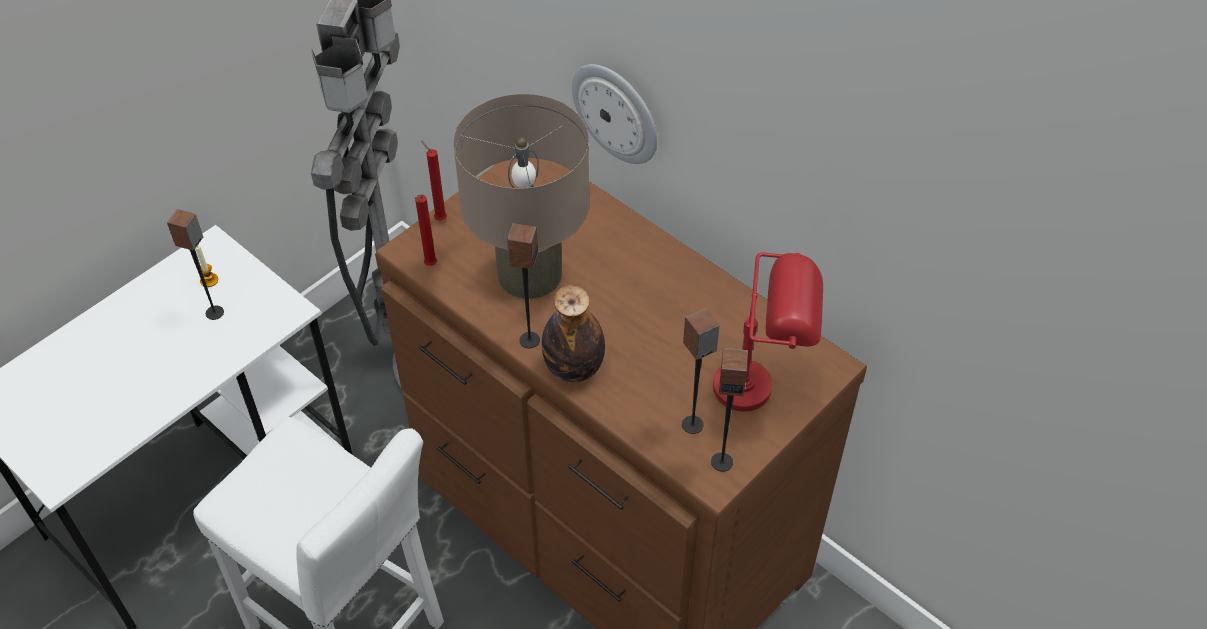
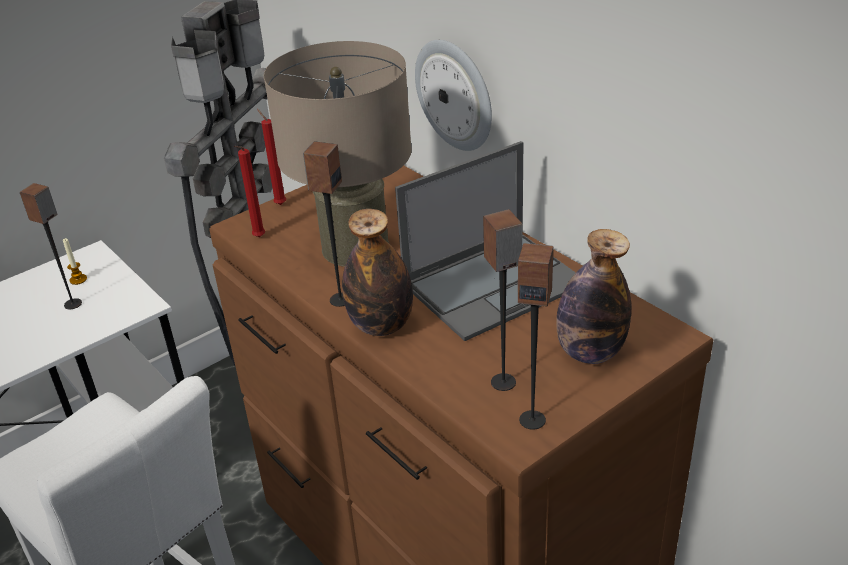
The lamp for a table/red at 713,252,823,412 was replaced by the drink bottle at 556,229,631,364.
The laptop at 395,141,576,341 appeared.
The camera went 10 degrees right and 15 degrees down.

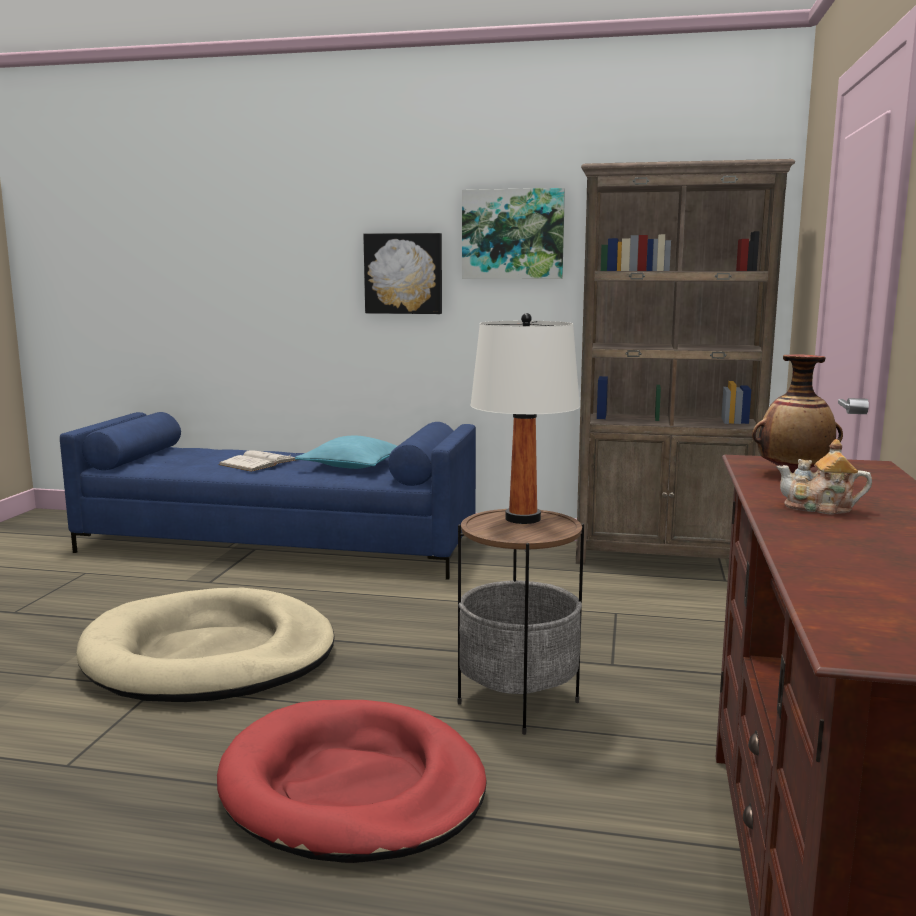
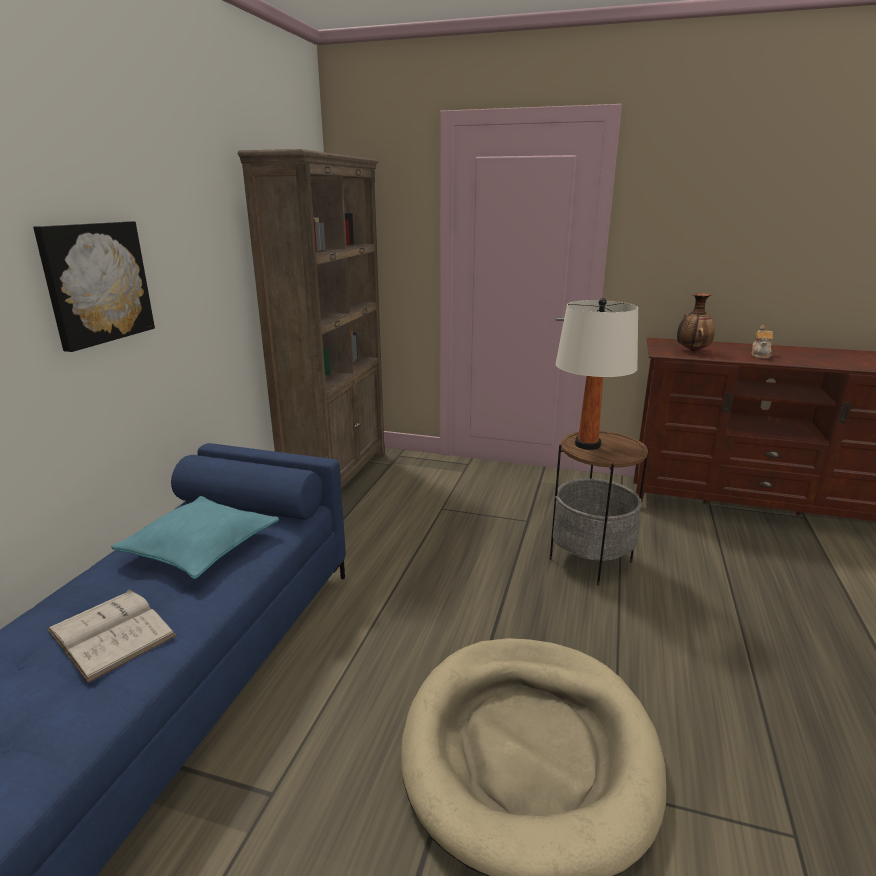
The picture at 462,188,565,279 disappeared.
The dog bed/red at 217,700,486,863 disappeared.
The camera went 85 degrees left and 10 degrees up.

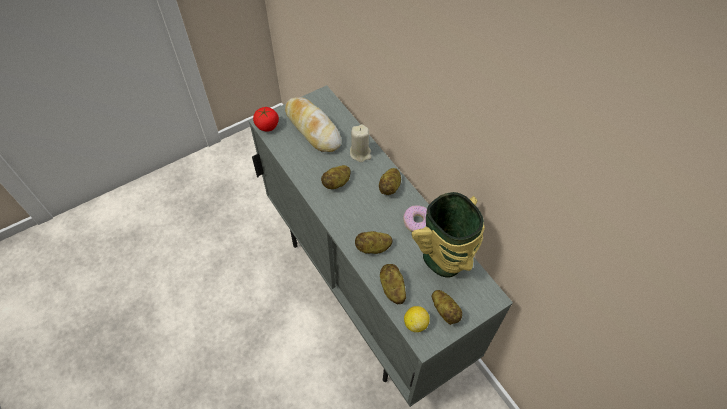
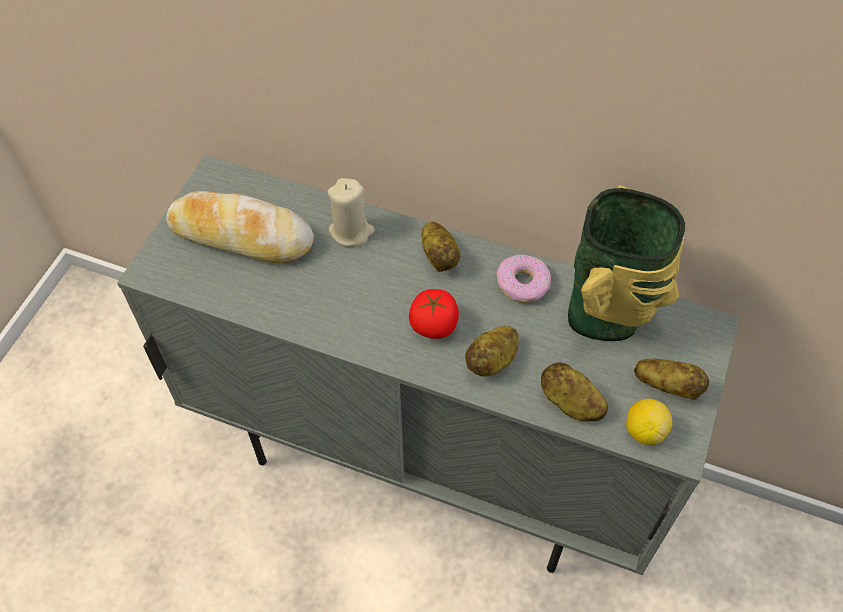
The whole tomato moved from 253,107,279,132 to 409,289,459,339.
The potato at 321,165,351,189 disappeared.
The camera went 35 degrees left and 0 degrees up.

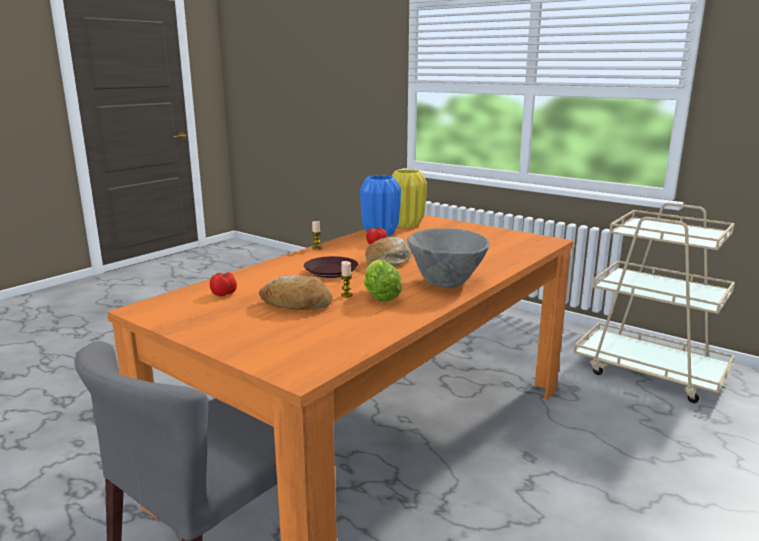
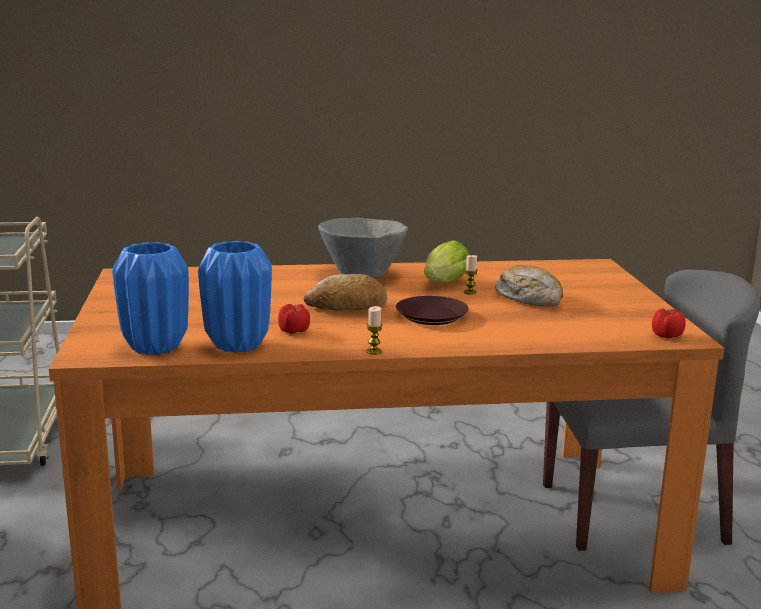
The flower vase/yellowish at 392,169,427,228 became the flower vase/blue at 112,242,189,355.
The whole tomato moved from 210,272,237,296 to 652,309,686,338.
The camera went 135 degrees left and 0 degrees up.

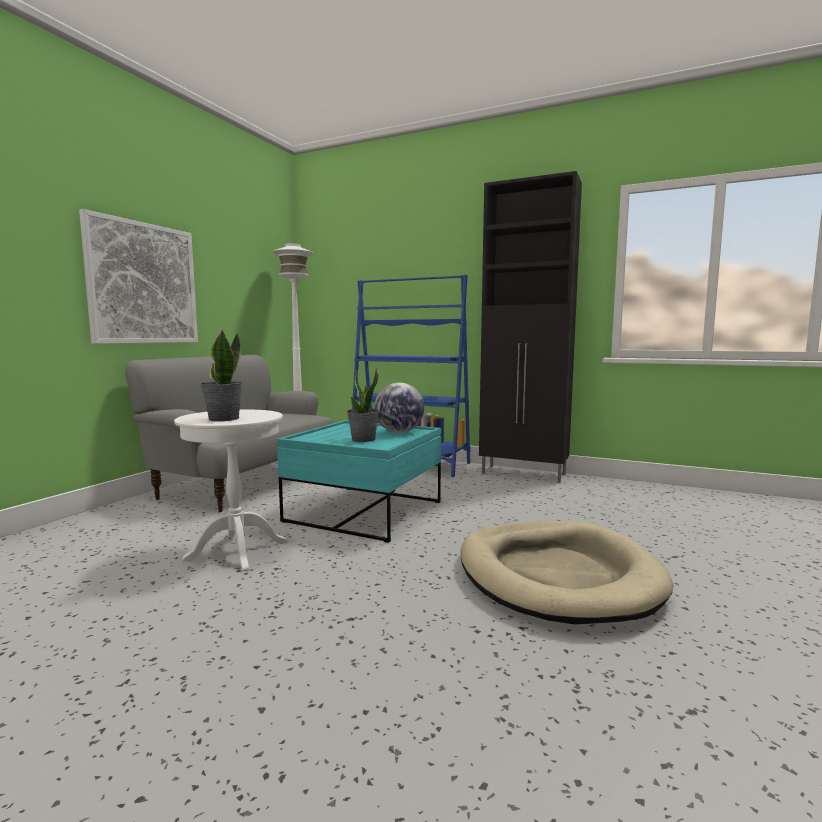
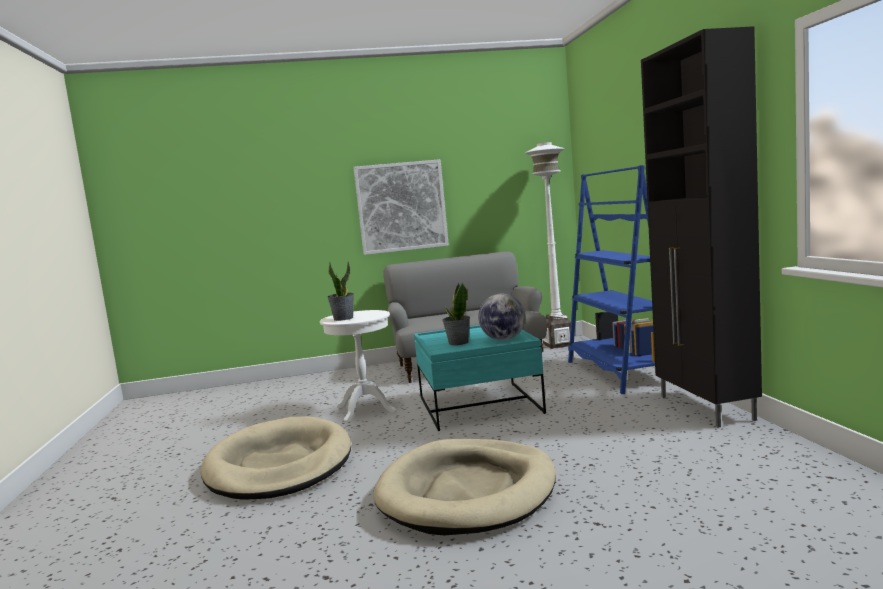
The dog bed/sand-coloured at 200,416,351,500 appeared.
The camera went 55 degrees right and 0 degrees up.

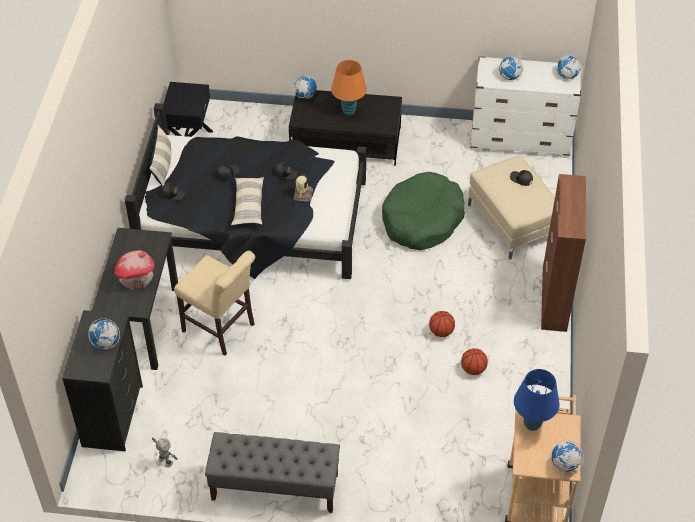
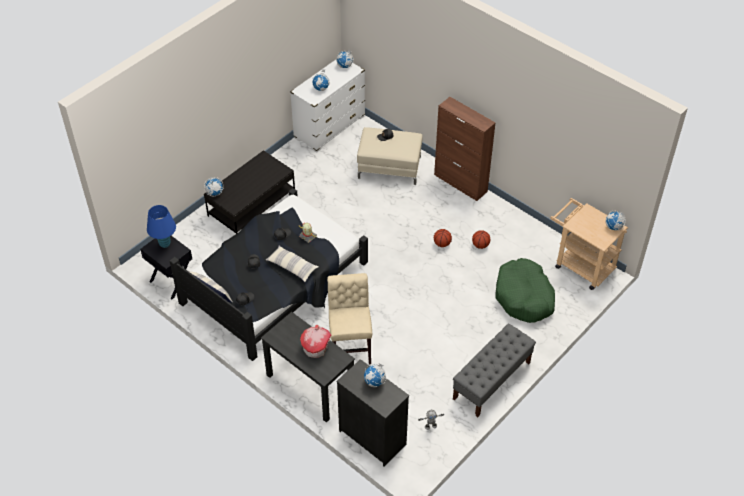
The lamp for a table/orange at 331,60,367,116 disappeared.
The dog bed/green moved from 382,172,465,250 to 495,258,555,323.
The upright chair/sand-coloured at 174,251,255,356 turned 75 degrees counterclockwise.
The lamp for a table/blue moved from 514,369,559,431 to 147,205,176,248.
The camera went 55 degrees left and 0 degrees up.

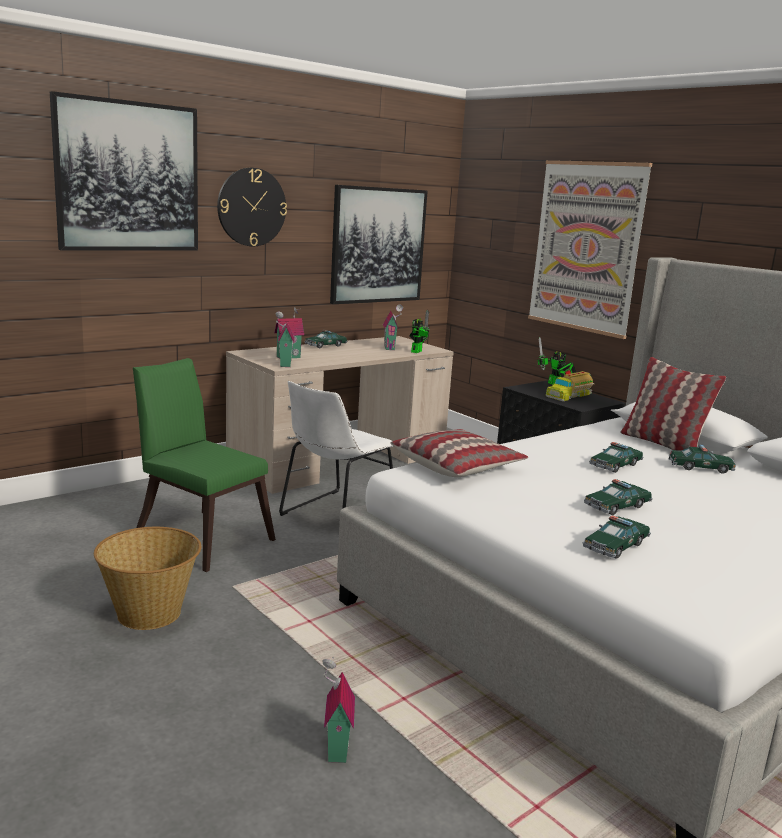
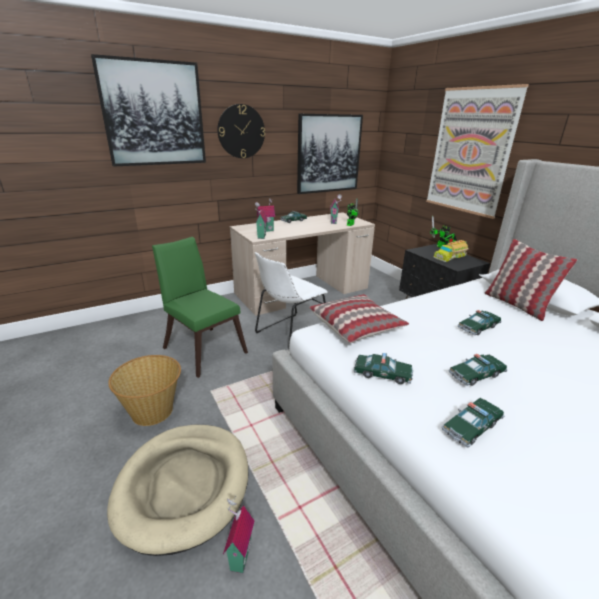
The toy car moved from 669,445,736,474 to 353,353,413,384.
The dog bed/sand-coloured at 107,425,249,556 appeared.
The camera went 10 degrees right and 10 degrees up.

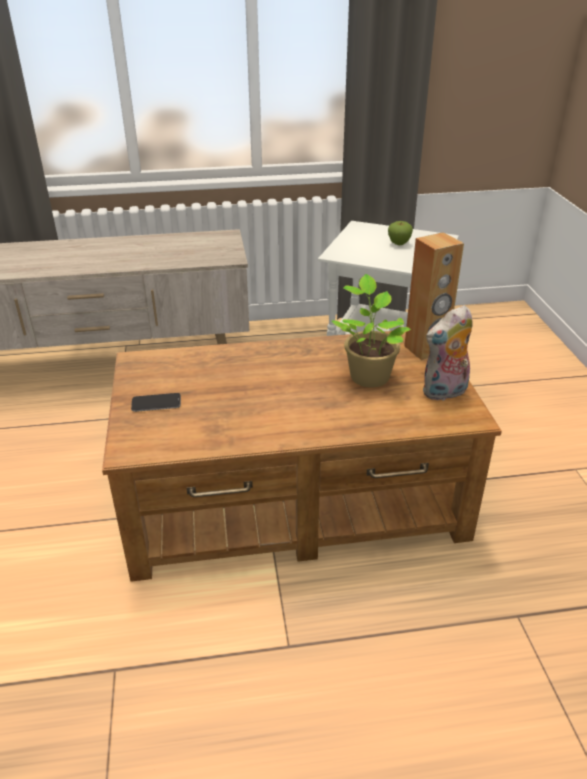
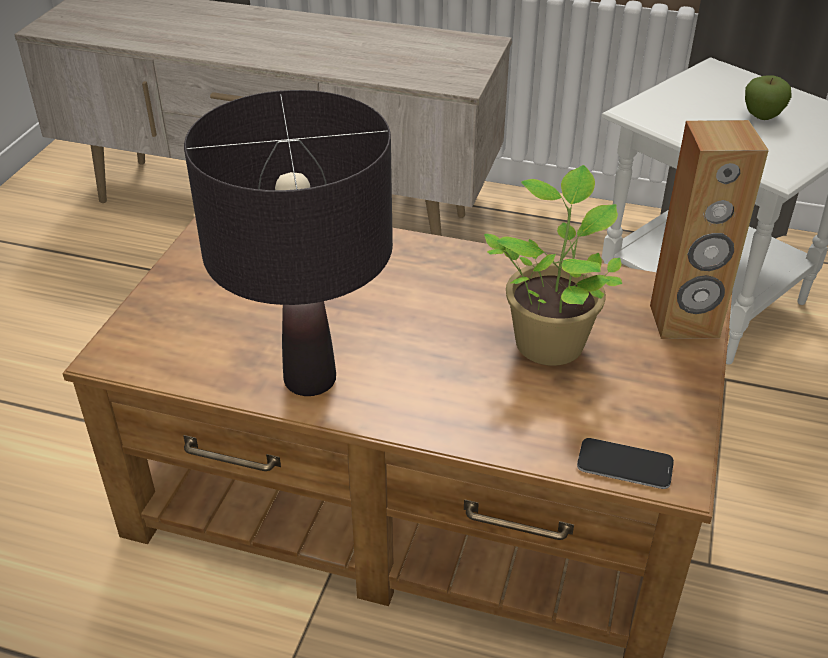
The cuddly toy at 423,305,473,401 disappeared.
The handset moved from 131,393,181,412 to 577,438,674,489.
The lamp for a table/black at 184,90,393,396 appeared.
The camera went 25 degrees right and 5 degrees up.

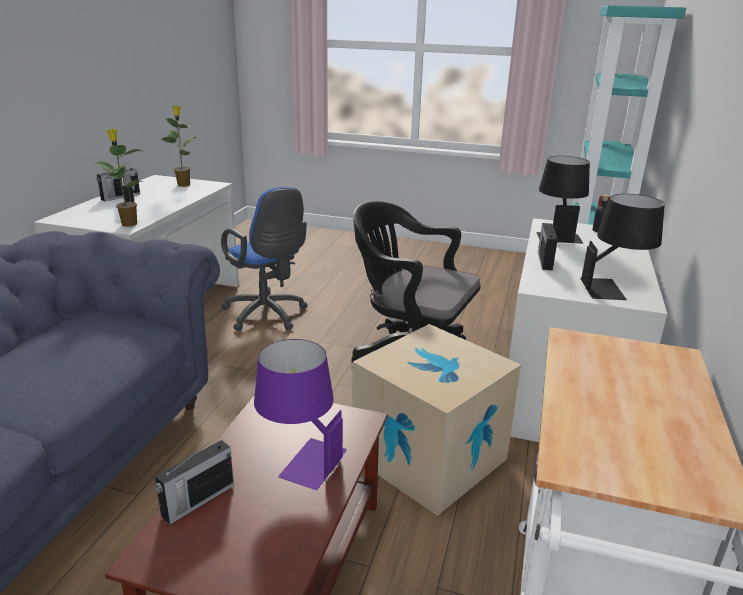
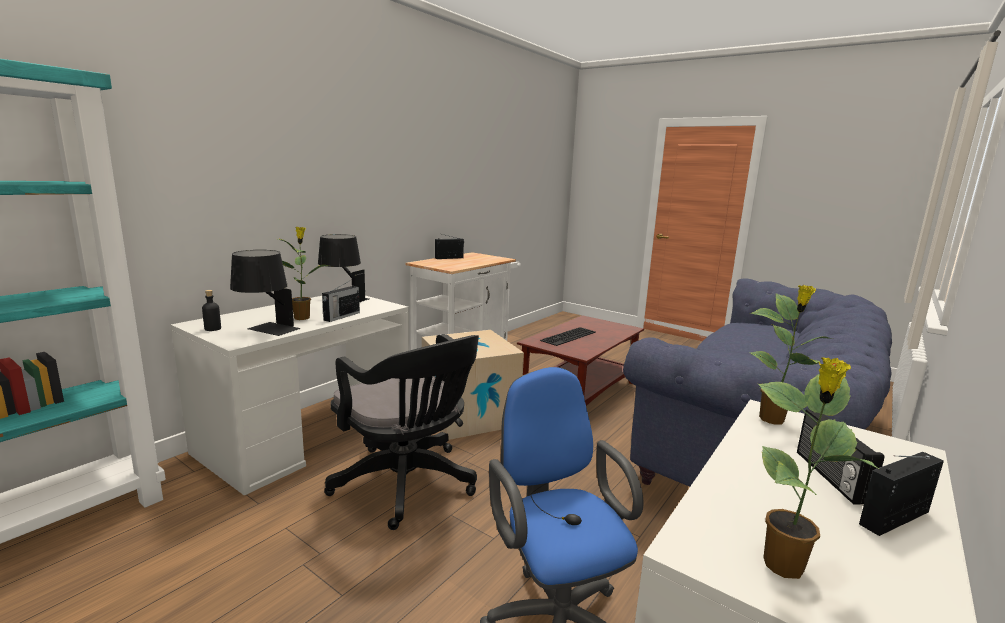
The lamp for a table/purplish at 254,339,347,490 was replaced by the computer keyboard at 540,327,596,346.
The radio receiver moved from 155,436,234,525 to 435,234,464,259.
The potted plant at 278,227,329,320 appeared.
The camera went 160 degrees left and 10 degrees down.

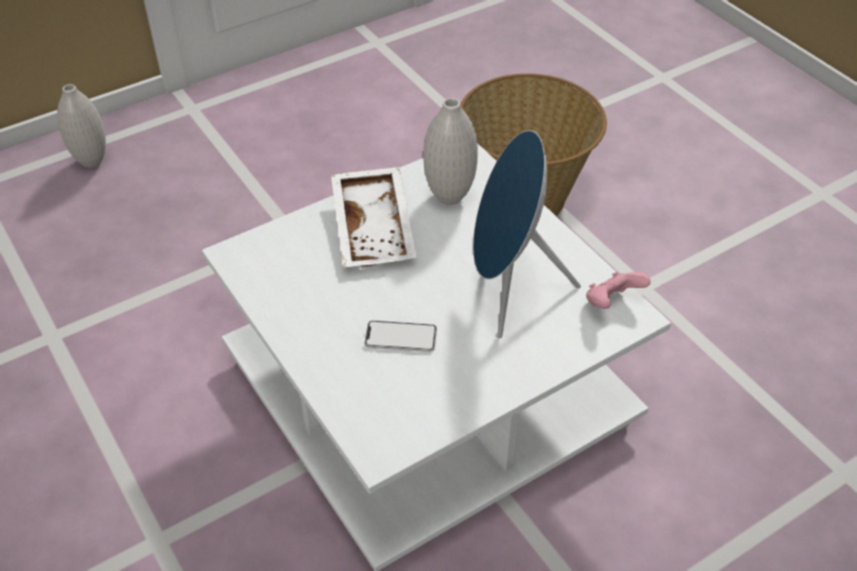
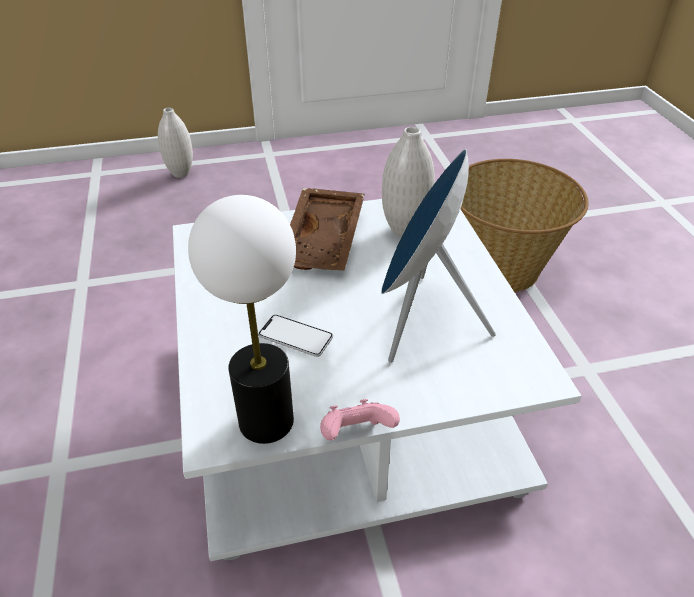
The tray/white at 331,167,417,268 became the tray/brown-coloured at 290,188,365,270.
The joypad/pink moved from 586,271,651,309 to 320,399,400,440.
The lamp for a table at 188,195,296,444 appeared.
The camera went 20 degrees right and 5 degrees down.

